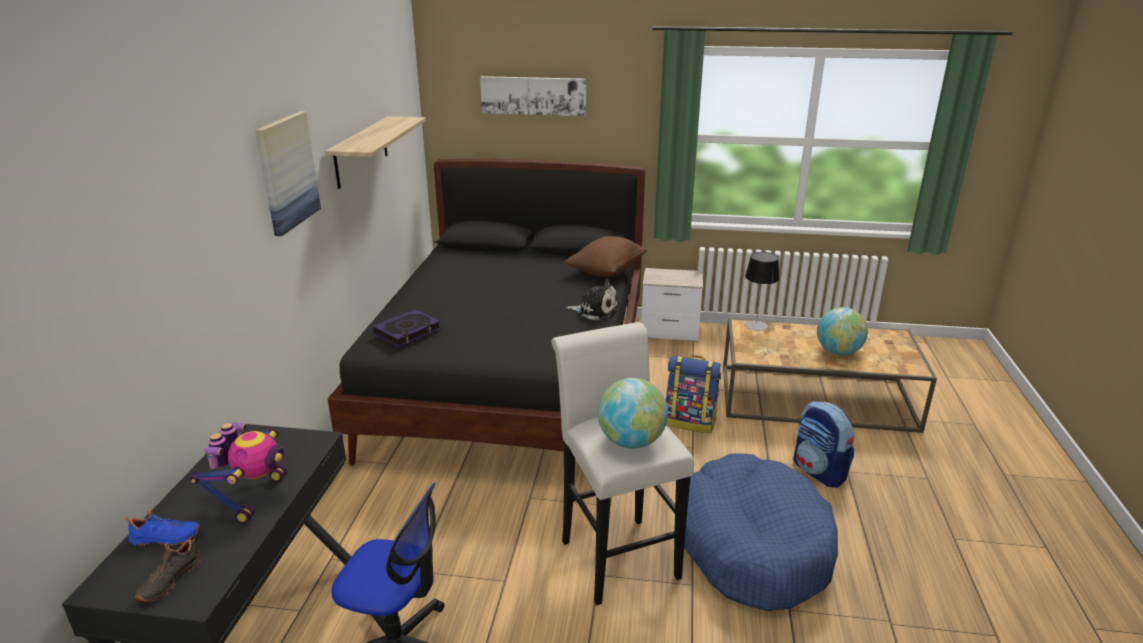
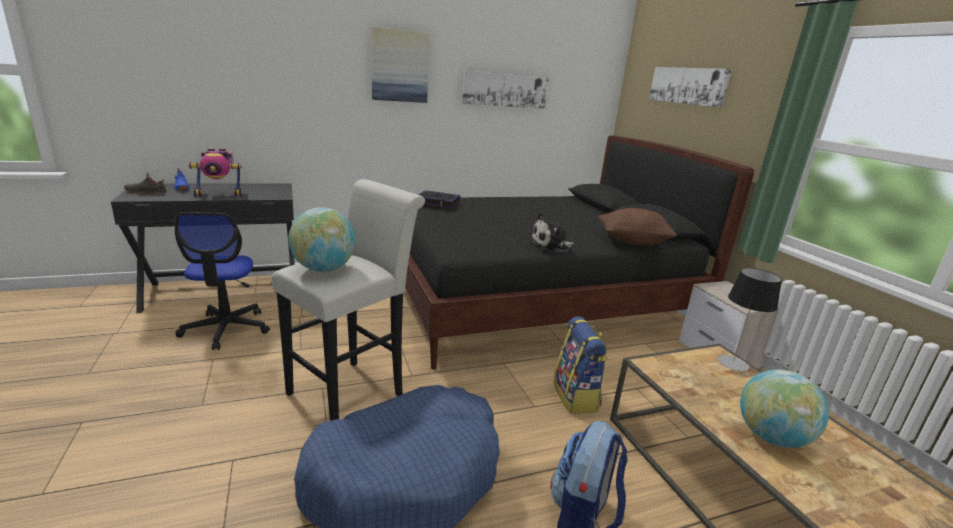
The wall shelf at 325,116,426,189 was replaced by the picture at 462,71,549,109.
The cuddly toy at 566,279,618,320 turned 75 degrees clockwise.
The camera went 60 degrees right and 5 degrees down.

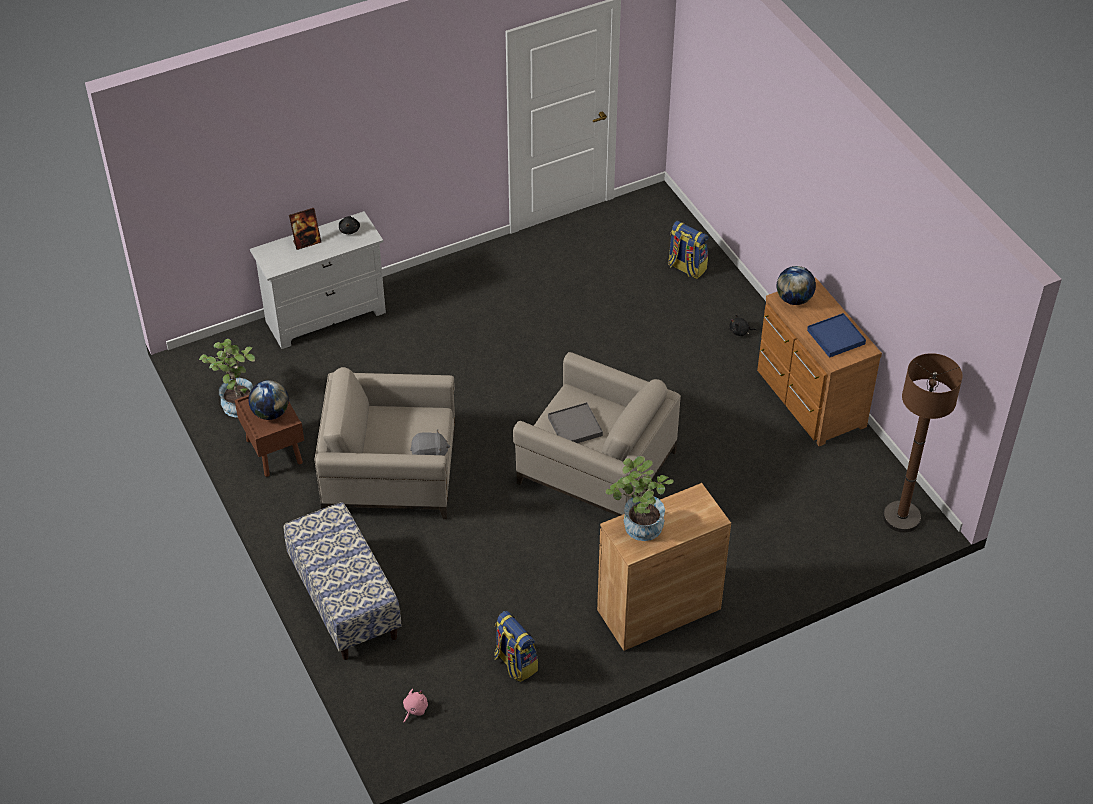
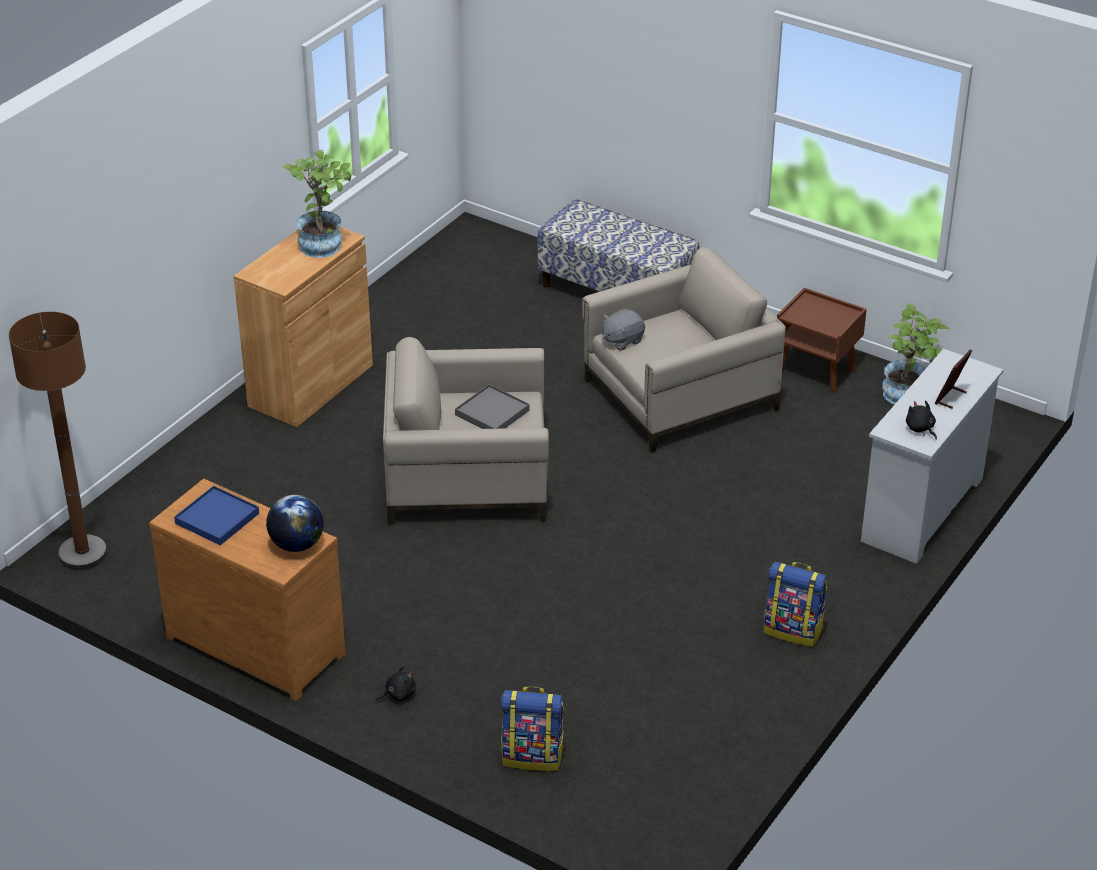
The world globe at 248,380,289,420 disappeared.
The knapsack moved from 494,611,538,682 to 764,562,827,647.
The cuddly toy/pink at 403,689,428,723 disappeared.
The camera went 150 degrees right and 10 degrees down.

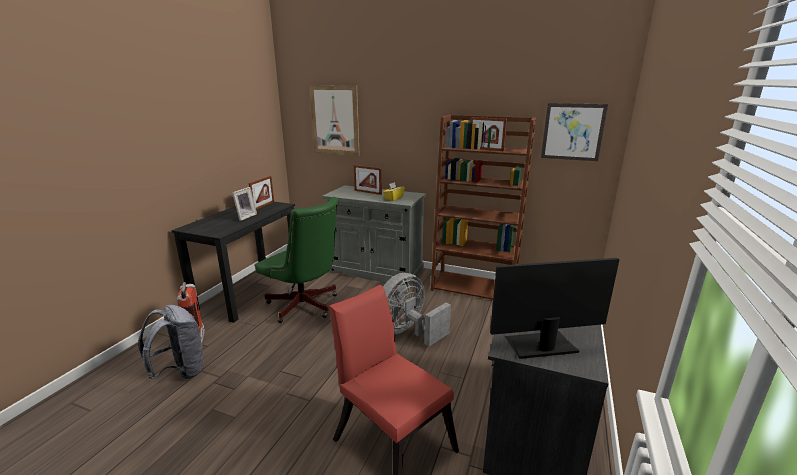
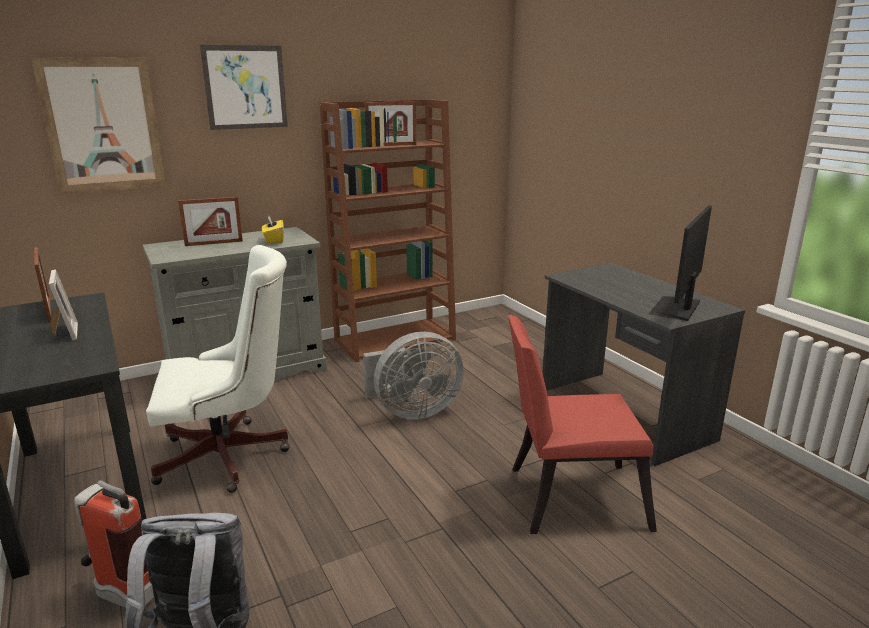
The picture moved from 541,103,608,161 to 200,45,288,130.
The office chair/green at 255,197,338,323 became the office chair/white at 146,245,290,493.
The fan/gray at 383,273,451,347 turned 105 degrees counterclockwise.
The camera went 50 degrees left and 0 degrees up.

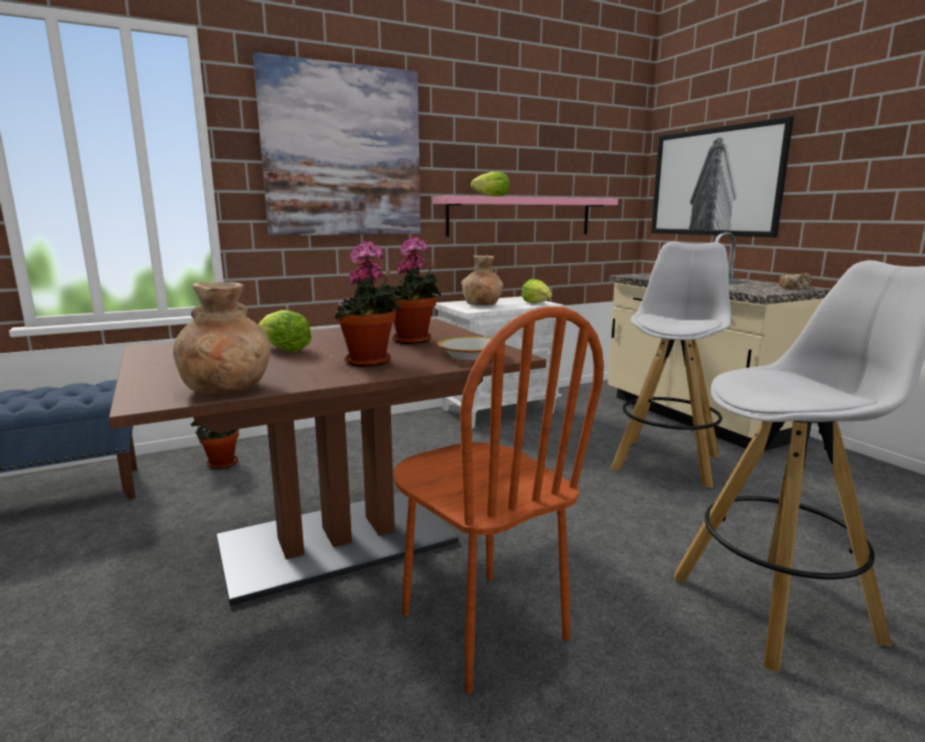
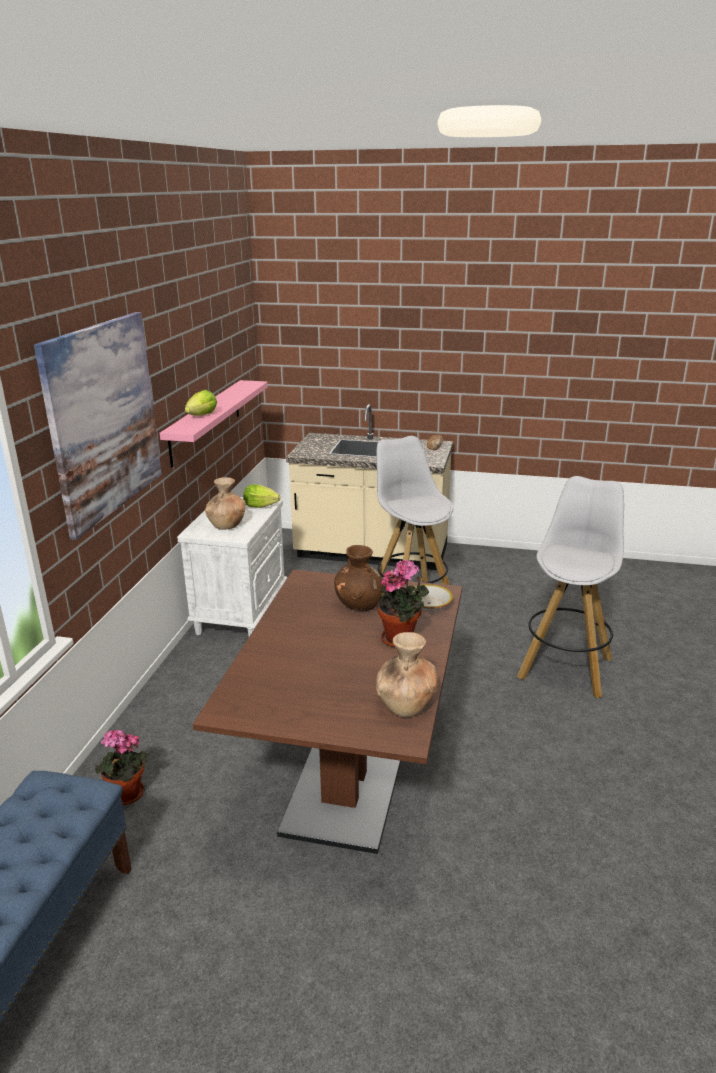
The picture at 651,116,794,237 disappeared.
The potted plant at 391,236,441,344 was replaced by the flower vase/brown-coloured at 334,545,384,611.
The upright chair/brown-coloured at 393,306,604,694 disappeared.
The lettuce head at 258,310,312,352 disappeared.
The camera went 50 degrees left and 10 degrees up.

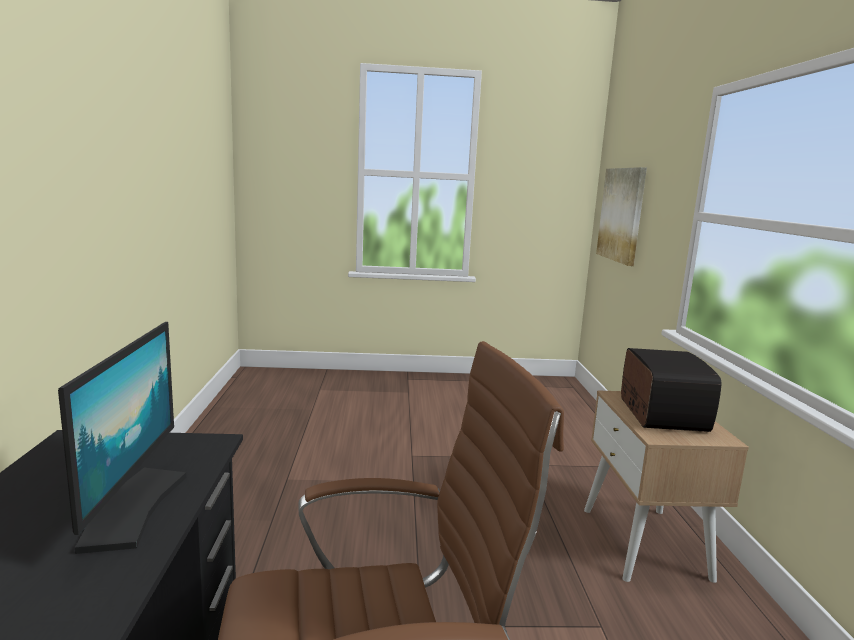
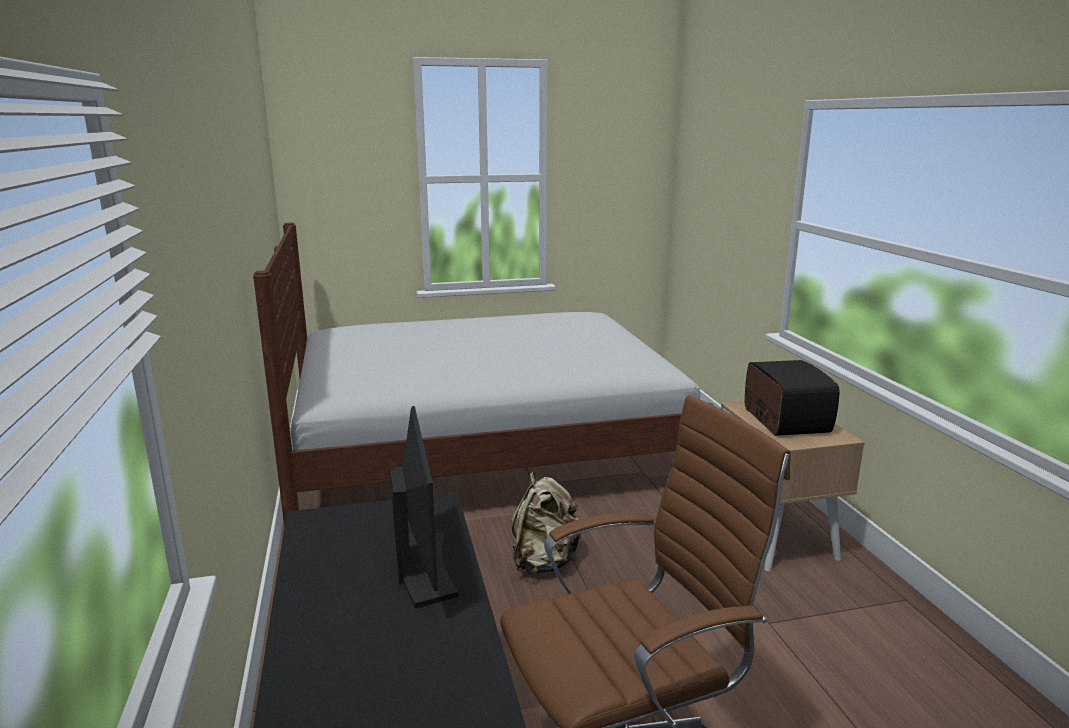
The picture at 596,167,647,266 disappeared.
The bedroom bed/white at 253,223,713,526 appeared.
The knapsack/sand-coloured at 511,472,582,575 appeared.
The camera went 10 degrees left and 5 degrees up.

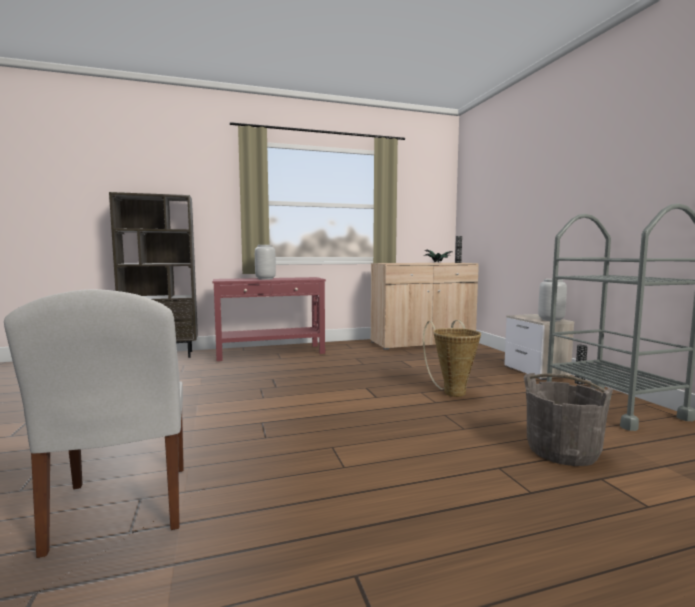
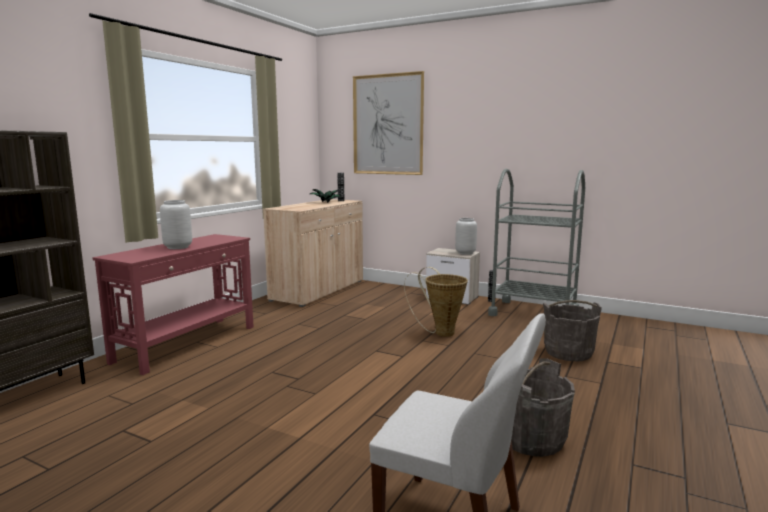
The picture at 353,71,424,175 appeared.
The water bucket/gray at 511,358,575,457 appeared.
The camera went 45 degrees left and 5 degrees up.

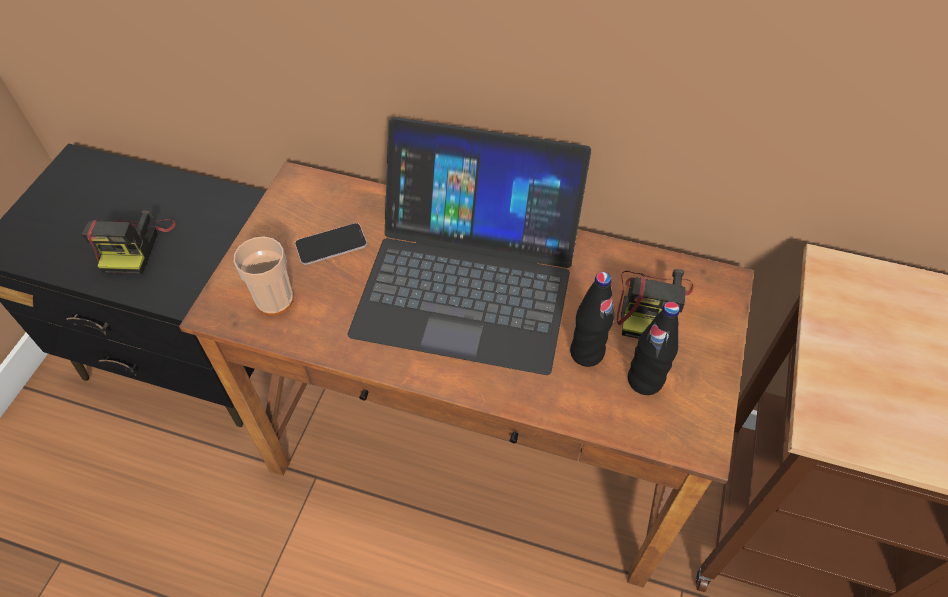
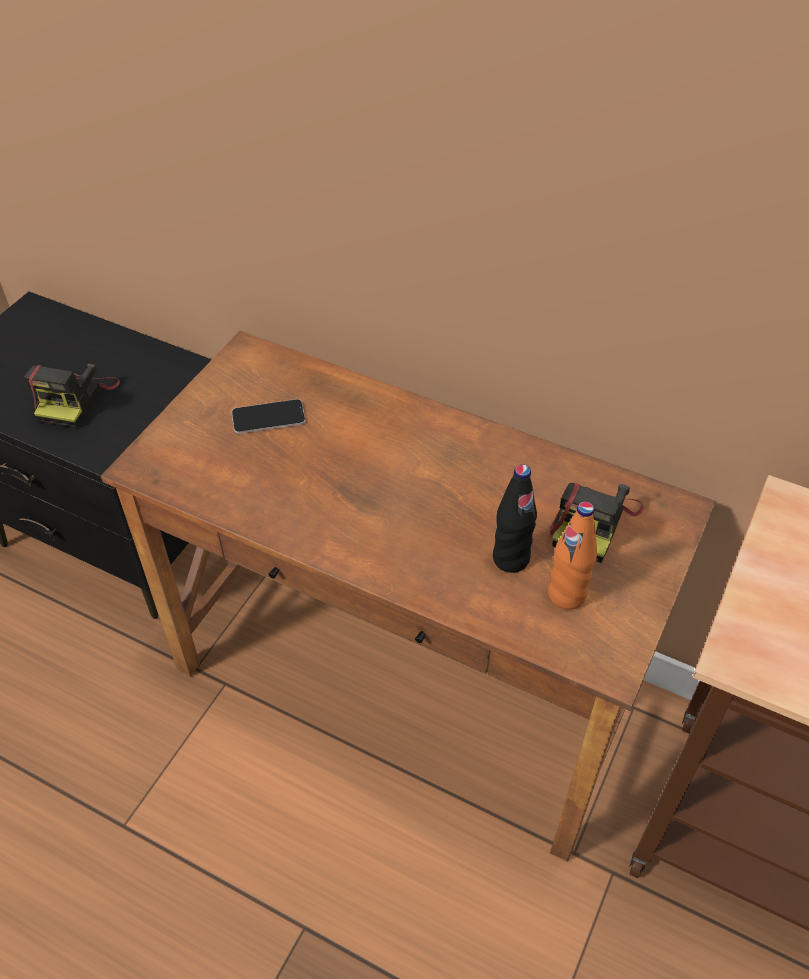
The laptop at 348,117,591,375 disappeared.
The small cup at 233,237,293,315 disappeared.
The drink bottle/black at 628,301,680,395 became the drink bottle/orange at 548,501,597,610.
The camera went 10 degrees right and 5 degrees down.

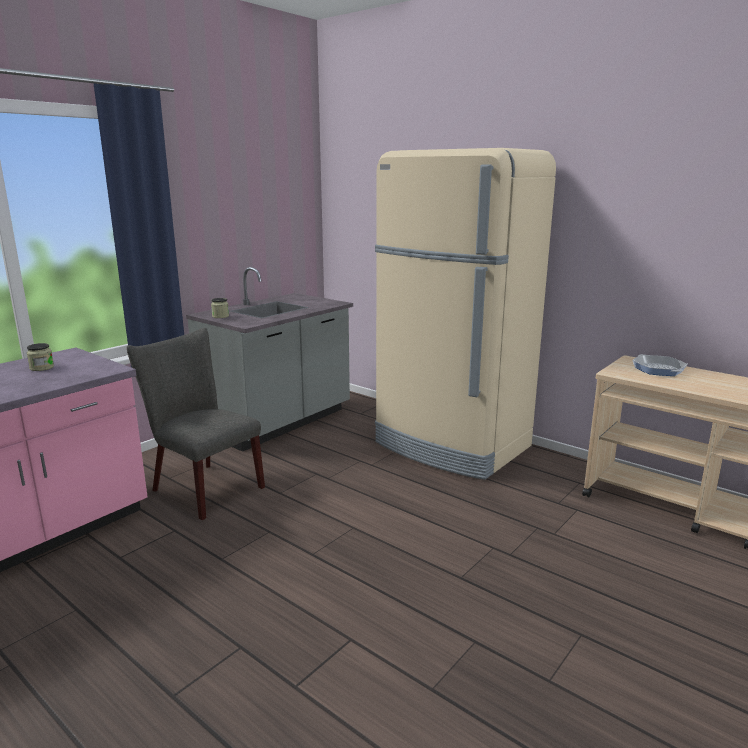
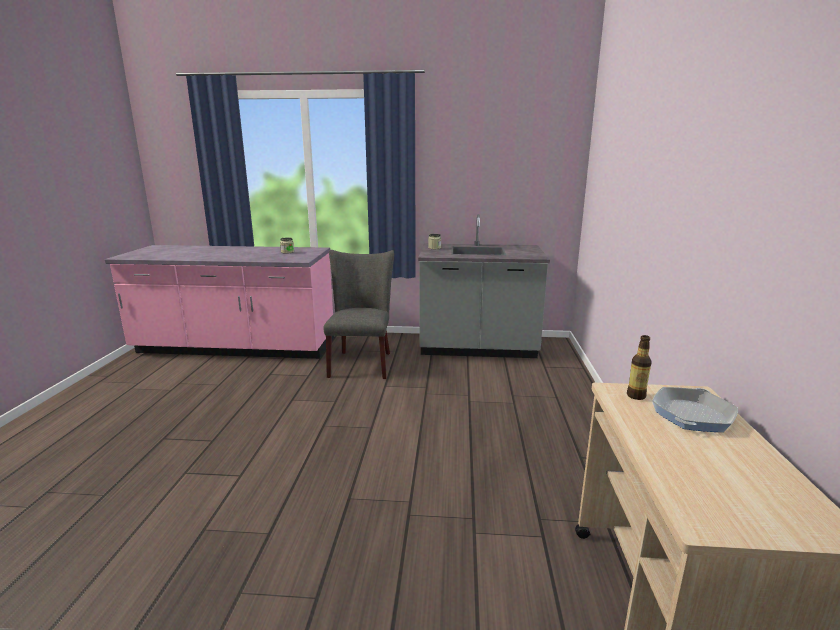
The kitchen fridge/sand-coloured at 375,148,556,480 disappeared.
The drink bottle at 627,335,652,400 appeared.
The camera went 55 degrees right and 0 degrees up.

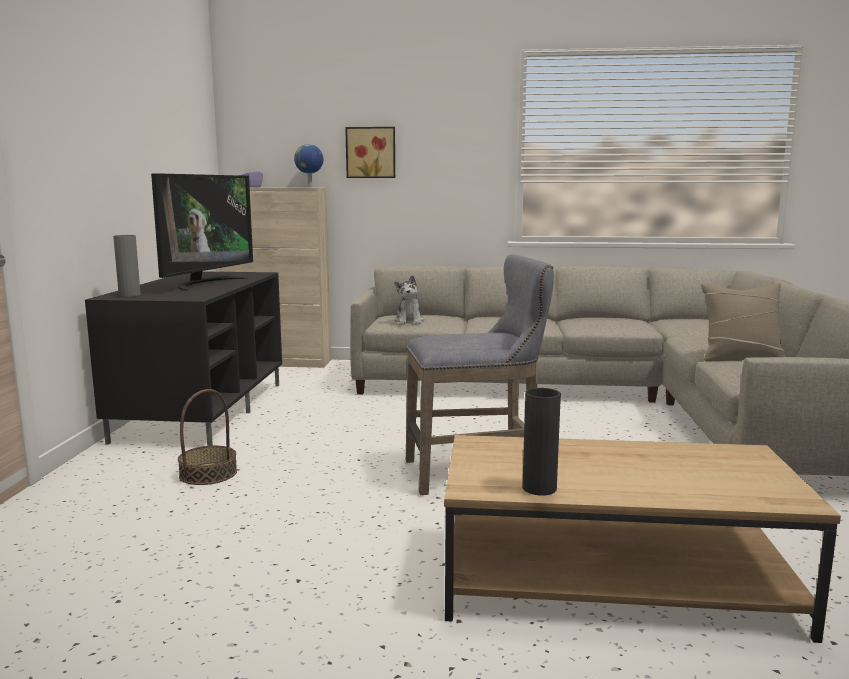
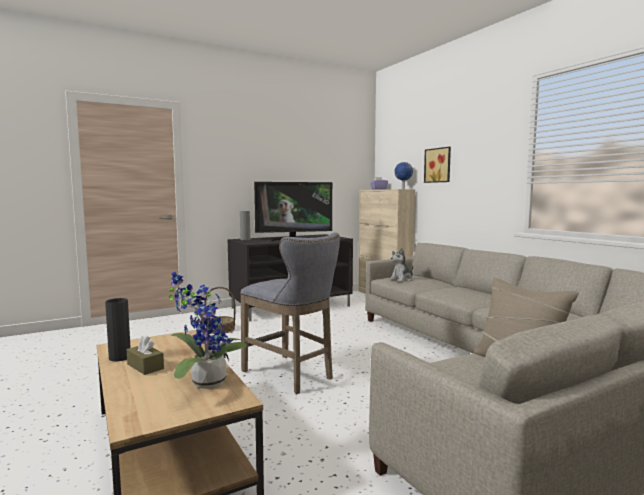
The potted plant at 168,272,247,389 appeared.
The tissue box/brown-coloured at 127,335,164,375 appeared.
The camera went 55 degrees right and 5 degrees down.

